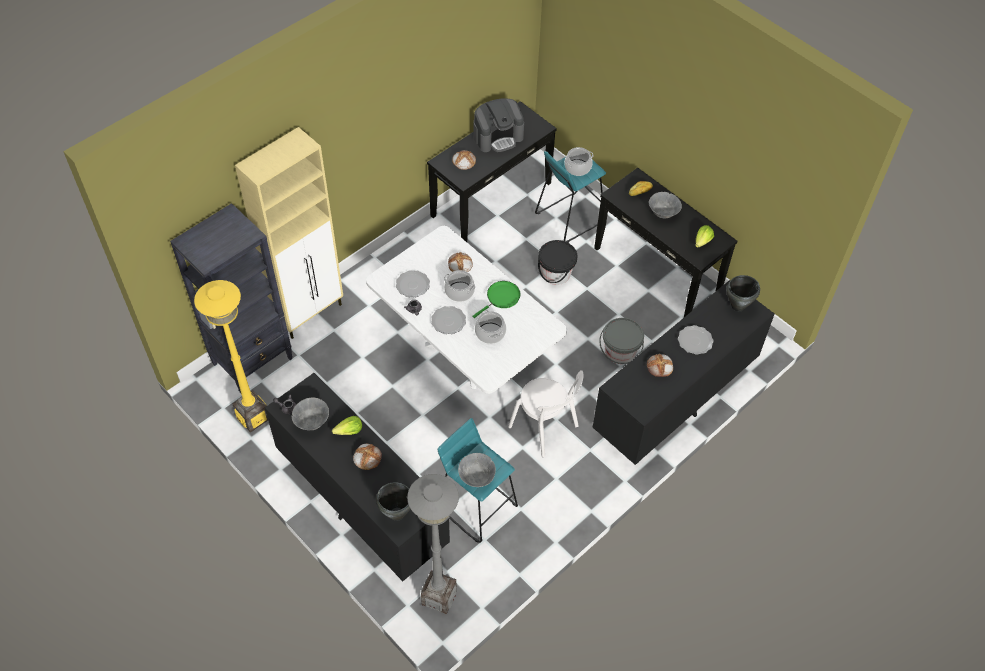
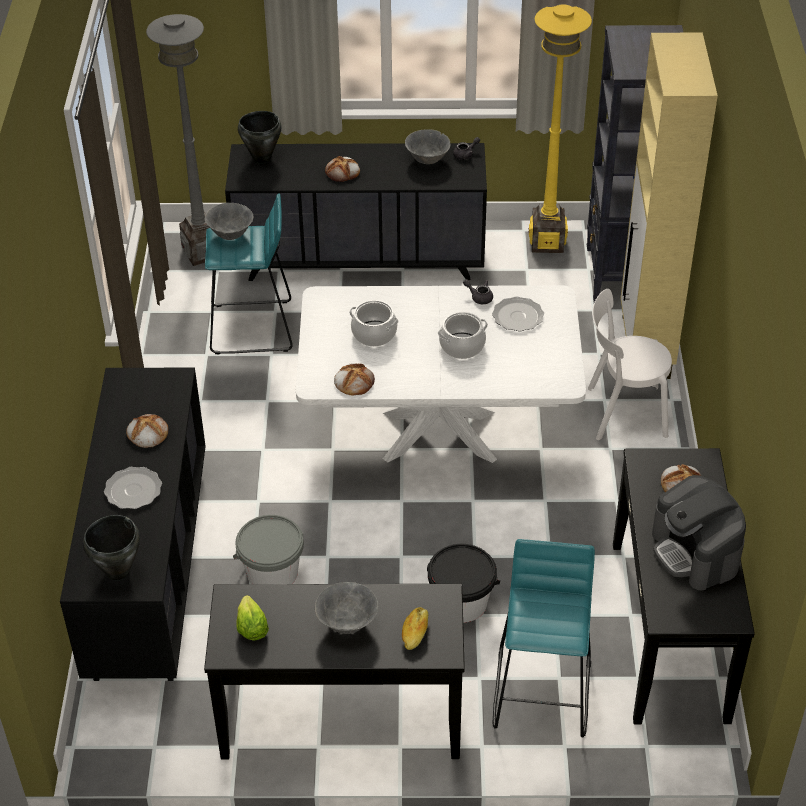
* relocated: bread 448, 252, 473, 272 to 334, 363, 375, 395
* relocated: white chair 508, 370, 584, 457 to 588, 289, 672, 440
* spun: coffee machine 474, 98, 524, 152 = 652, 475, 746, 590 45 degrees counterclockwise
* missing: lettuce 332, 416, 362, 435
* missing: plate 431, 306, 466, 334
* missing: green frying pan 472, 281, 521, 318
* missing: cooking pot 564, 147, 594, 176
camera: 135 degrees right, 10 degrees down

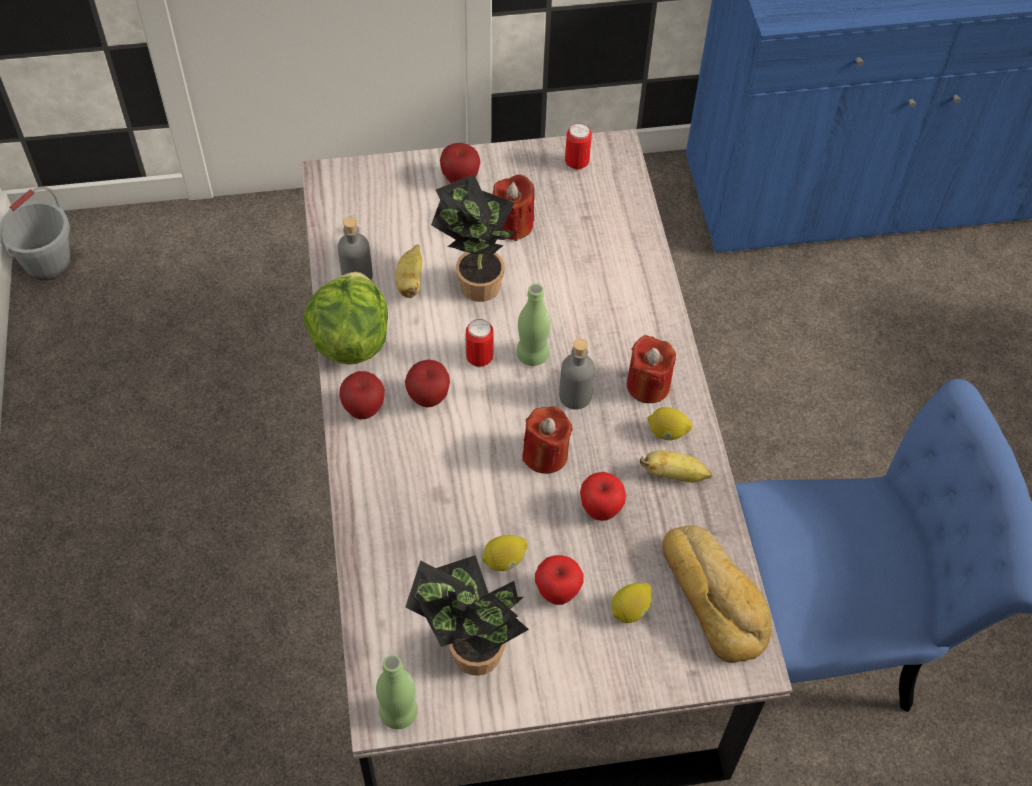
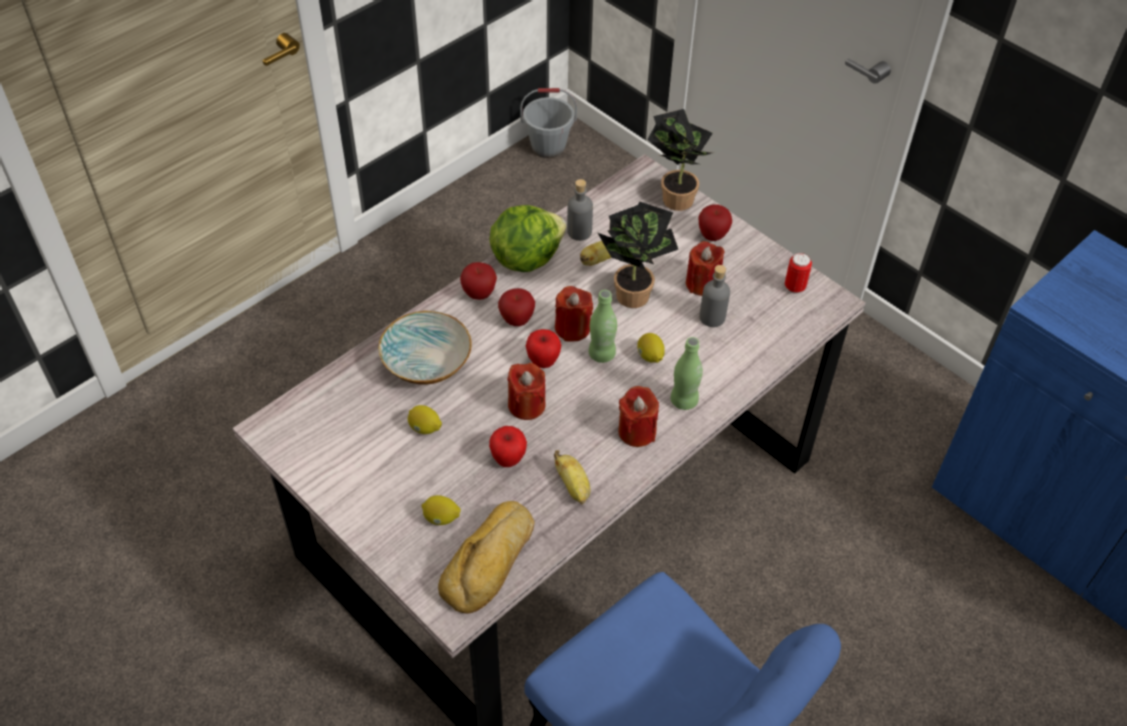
* appeared: bowl 378, 311, 472, 385
* relocated: apple 535, 555, 584, 605 to 526, 329, 561, 368
* exchanged: can 465, 319, 494, 367 to red candle 555, 286, 593, 342
* relocated: lemon 648, 407, 693, 440 to 637, 333, 665, 363
* relocated: potted plant 405, 555, 529, 676 to 647, 109, 714, 211
* relocated: green bottle 376, 655, 418, 729 to 670, 337, 703, 410
* relocated: grey bottle 559, 338, 595, 410 to 699, 265, 730, 327
camera: 55 degrees right, 5 degrees down

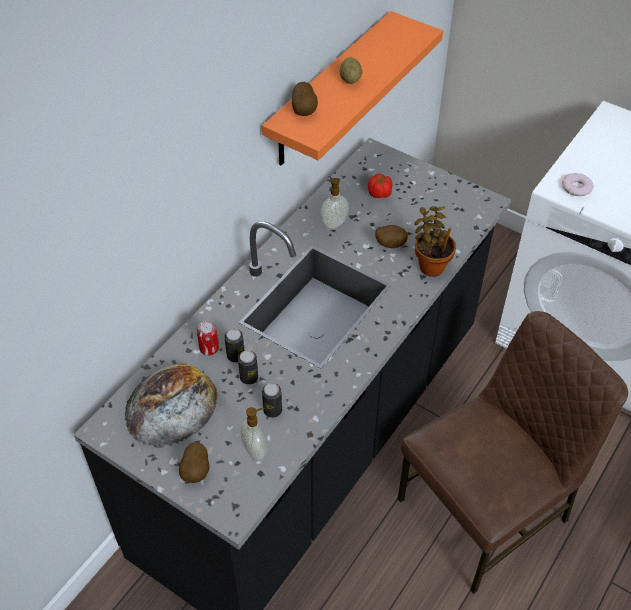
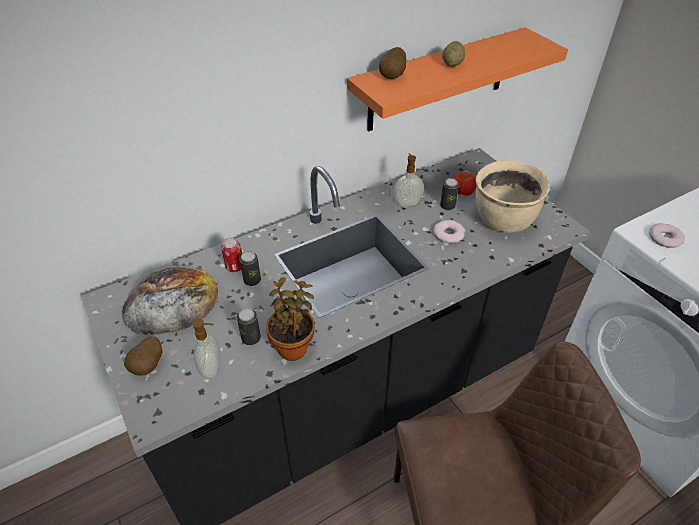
* relocated: potted plant 414, 206, 456, 277 to 266, 277, 315, 361
* exchanged: potato 375, 225, 408, 248 to donut 433, 220, 465, 243
* relocated: can 238, 350, 258, 385 to 440, 178, 459, 210
* appeared: beige cooking pot 476, 160, 550, 233
camera: 25 degrees right, 5 degrees down

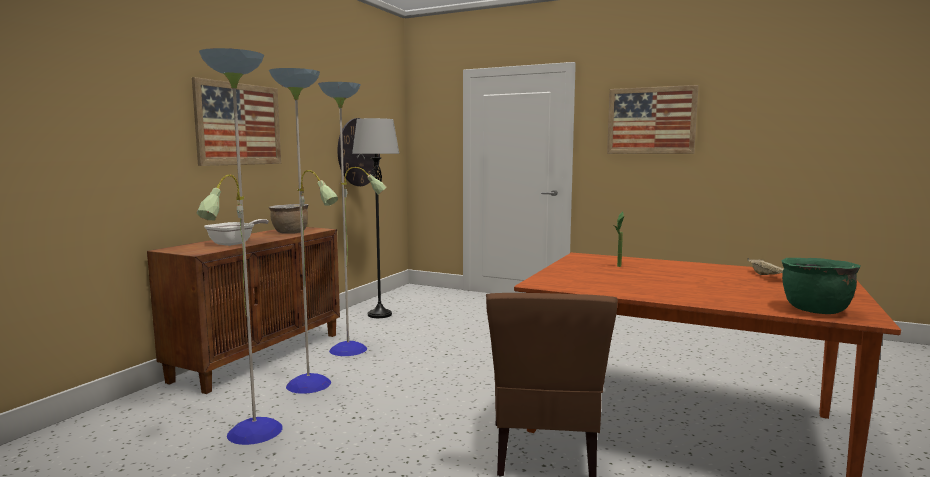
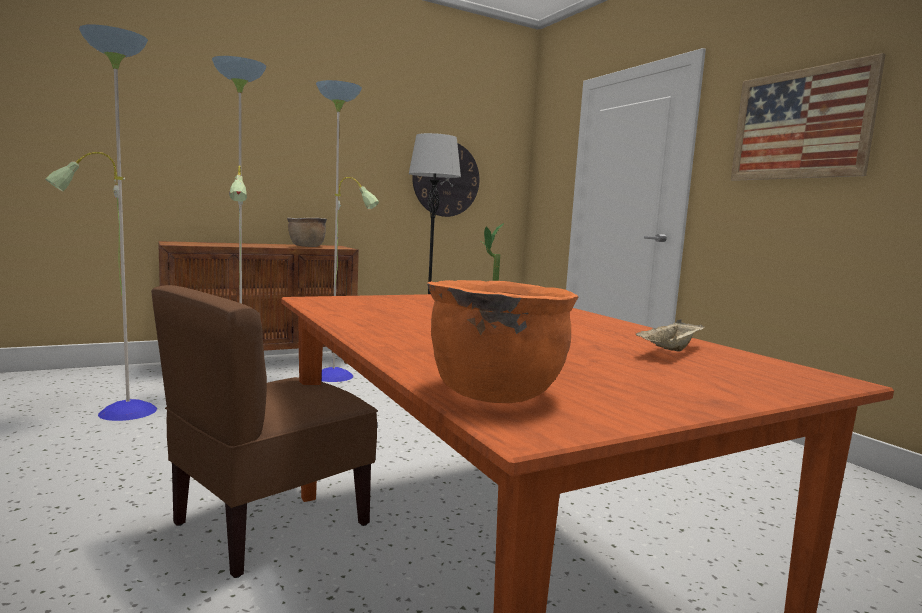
* colour: green cooking pot 782, 258, 861, 314 to orange cooking pot 427, 280, 578, 403
* missing: picture 192, 77, 281, 166
* missing: frying pan 204, 219, 269, 246
camera: 35 degrees right, 0 degrees up

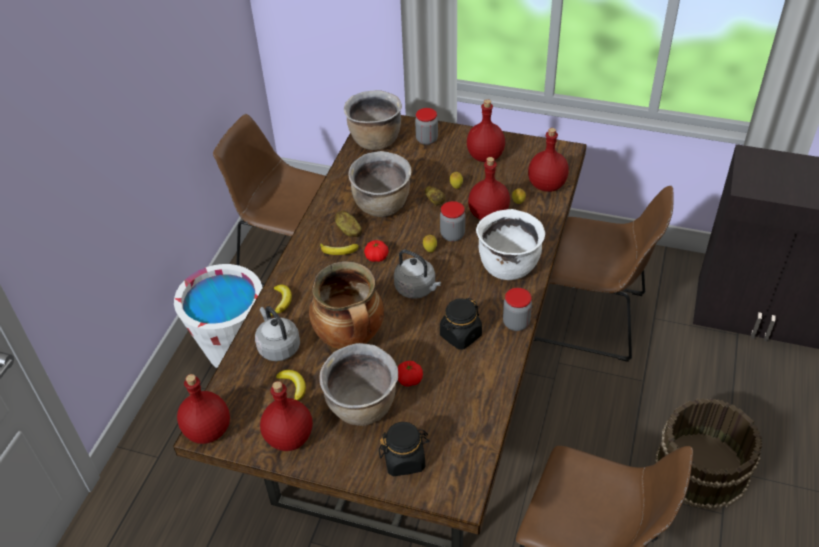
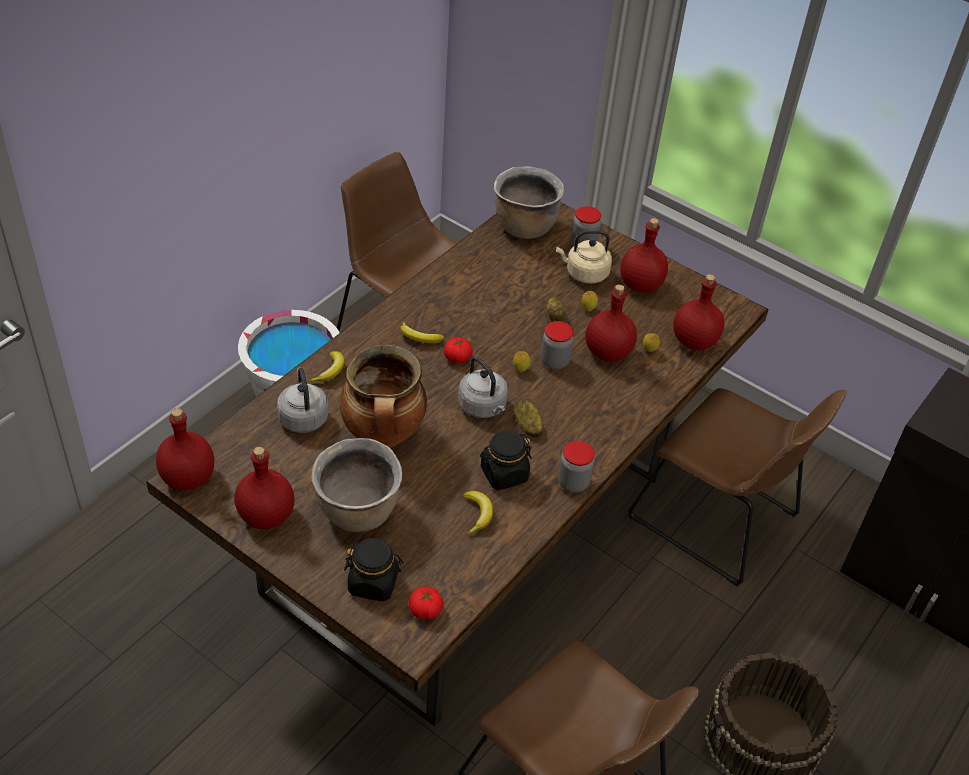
* relocated: tomato 398, 361, 423, 387 to 409, 587, 443, 620
* relocated: banana 276, 370, 306, 401 to 464, 491, 493, 534
* relocated: potato 335, 210, 362, 237 to 514, 399, 543, 437
* appeared: beige kettle 556, 230, 612, 284
* missing: brown cooking pot 348, 151, 412, 217
* missing: white cooking pot 476, 209, 545, 280
camera: 15 degrees right, 0 degrees up

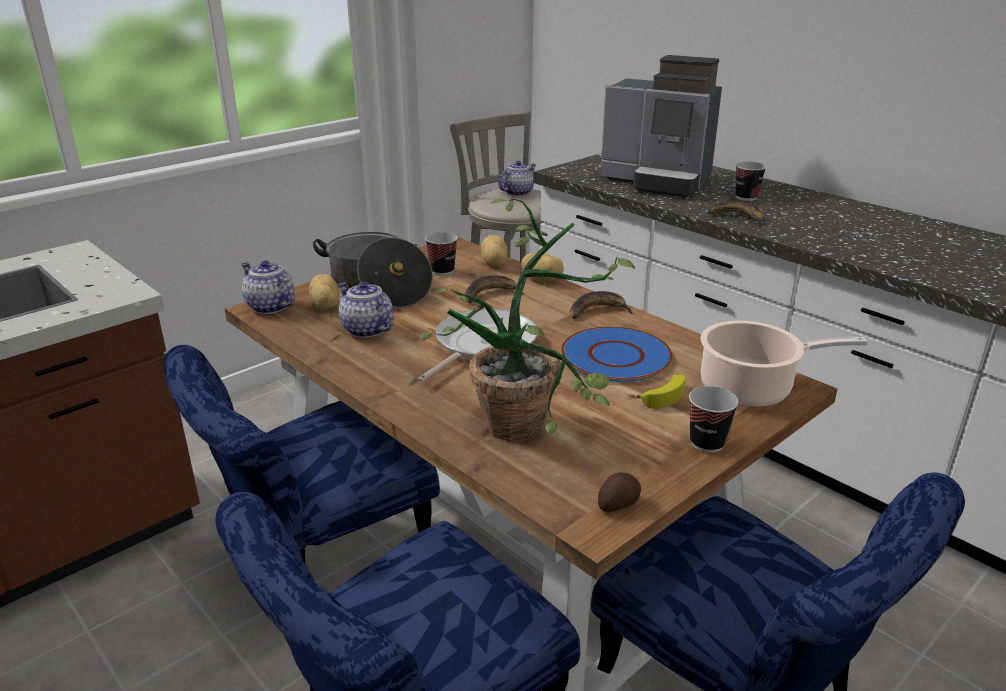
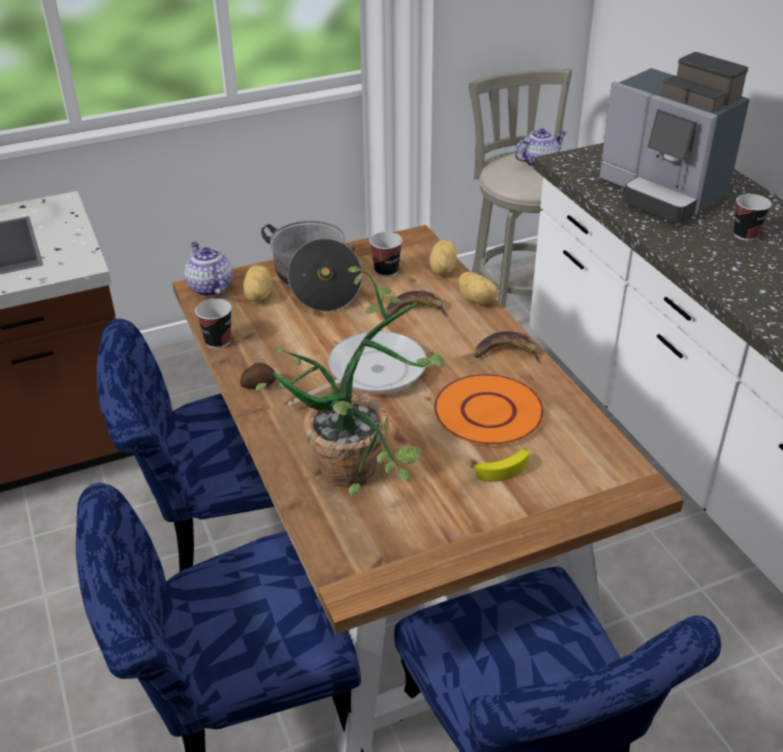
* relocated: cup 689, 386, 739, 453 to 195, 299, 232, 349
* relocated: potato 598, 472, 641, 512 to 240, 363, 276, 389
* colour: blue plate 561, 326, 673, 382 to orange plate 434, 374, 544, 446
* missing: teapot 338, 281, 394, 338
* missing: cooking pot 700, 320, 868, 407
* missing: banana 708, 201, 764, 227
camera: 20 degrees right, 10 degrees up

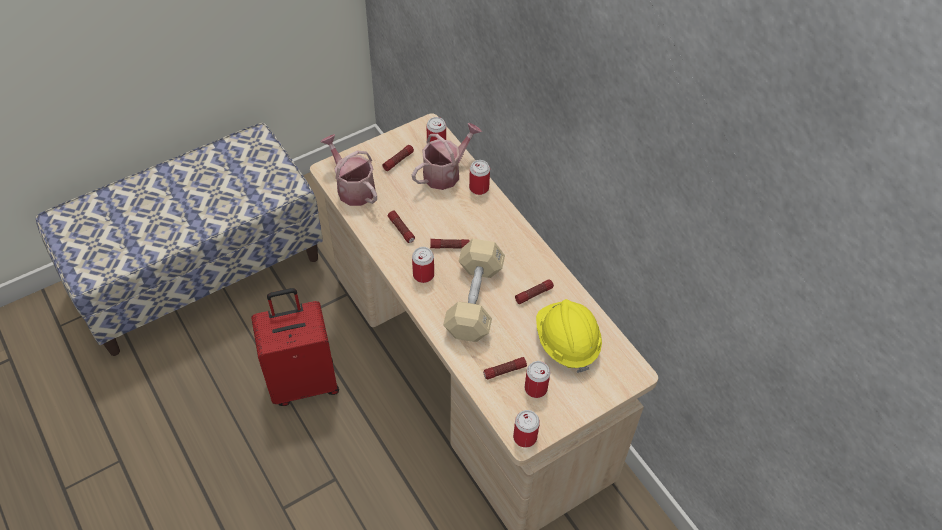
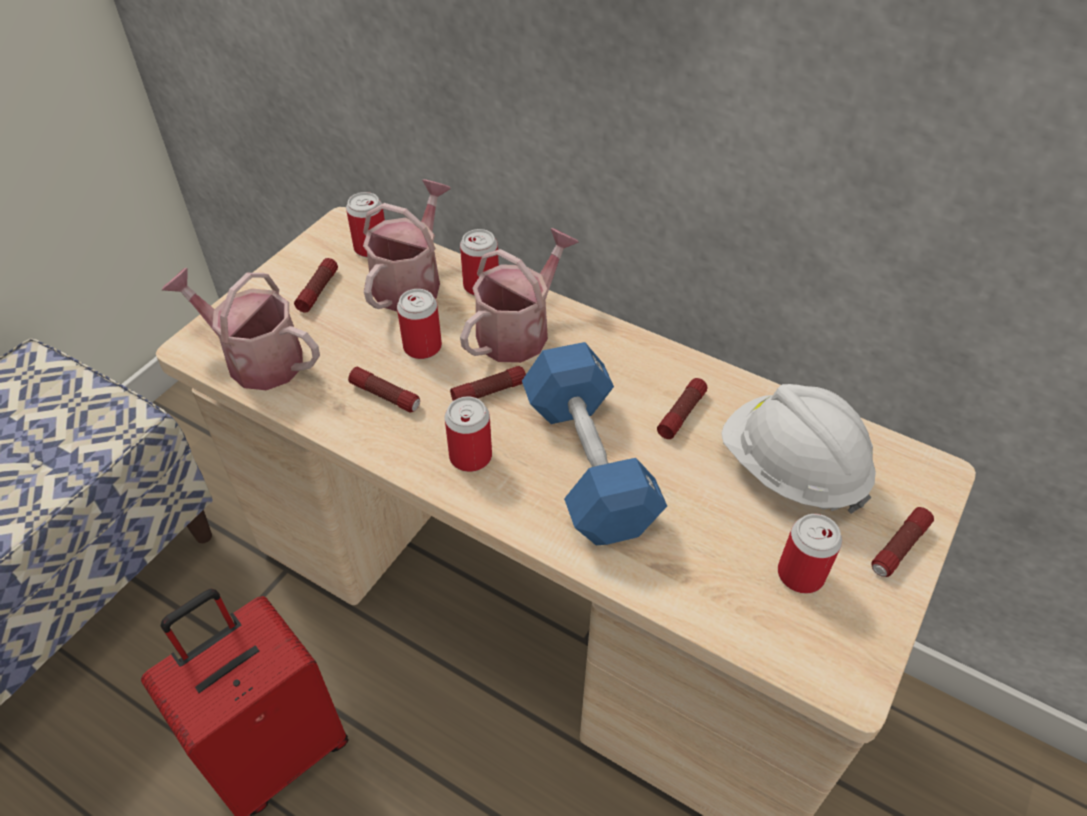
* relocated: can 513, 410, 540, 448 to 397, 289, 442, 359
* appeared: watering can 460, 228, 579, 363
* colour: beige dumbbell 443, 239, 505, 342 to blue dumbbell 522, 342, 667, 545
* colour: yellow hard hat 536, 299, 602, 373 to white hard hat 721, 384, 876, 514
* relocated: flashlight 483, 357, 527, 380 to 871, 507, 934, 577
camera: 25 degrees left, 5 degrees down

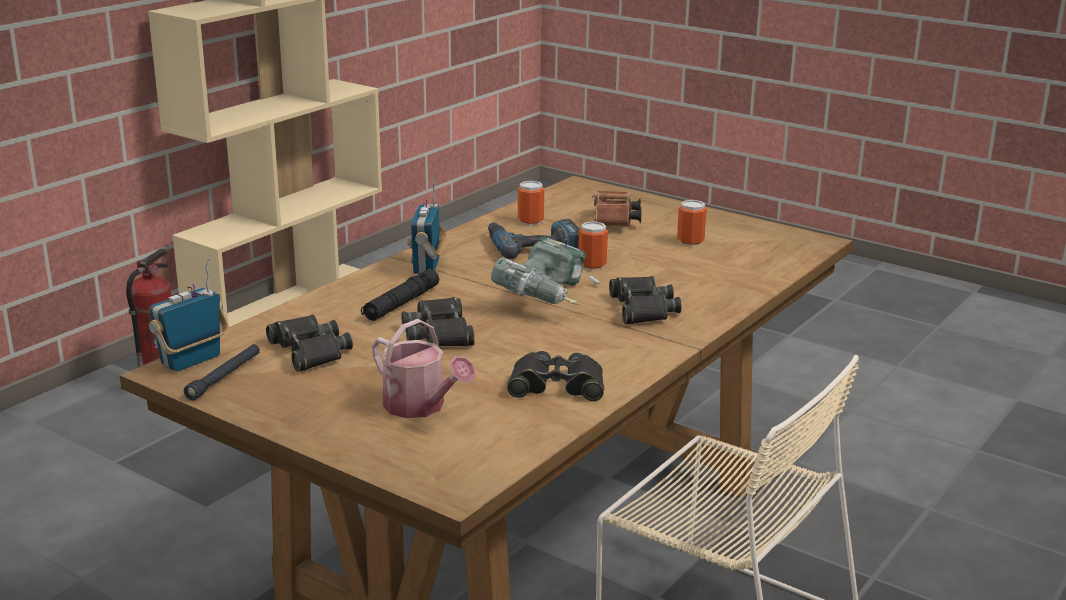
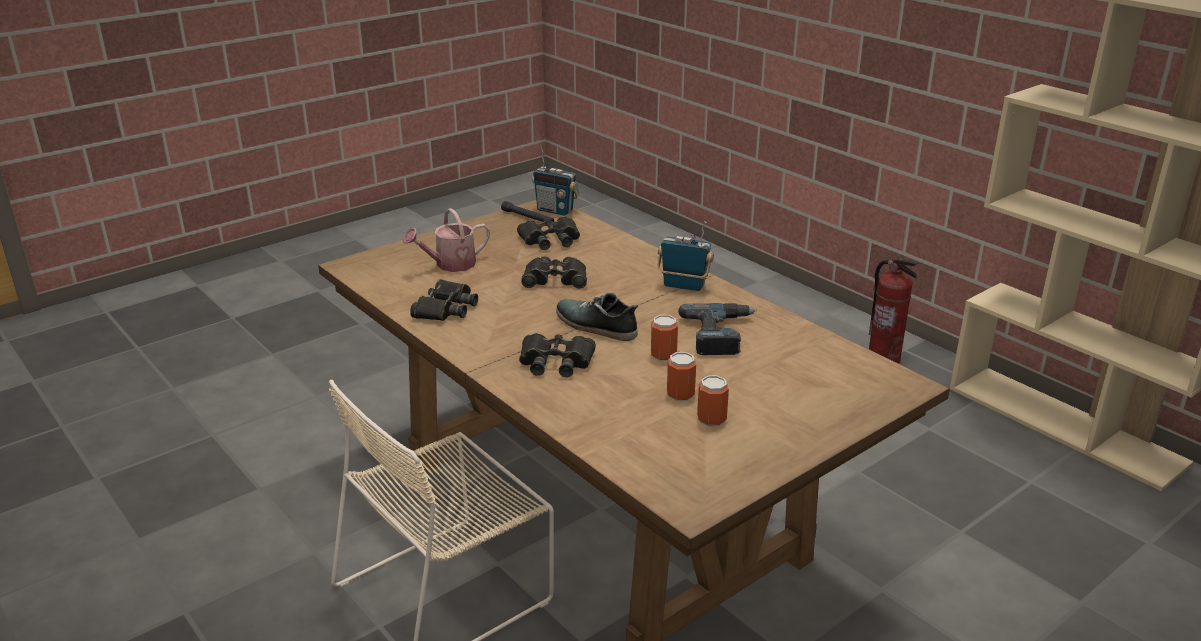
* spun: radio 149, 258, 229, 372 = 532, 146, 579, 216 150 degrees clockwise
* exchanged: power drill 491, 237, 600, 304 to shoe 556, 293, 638, 341
* relocated: can 518, 181, 544, 225 to 667, 352, 696, 401
* missing: black flashlight 361, 269, 440, 321
* missing: brown binoculars 592, 190, 641, 227
camera: 105 degrees right, 5 degrees up

